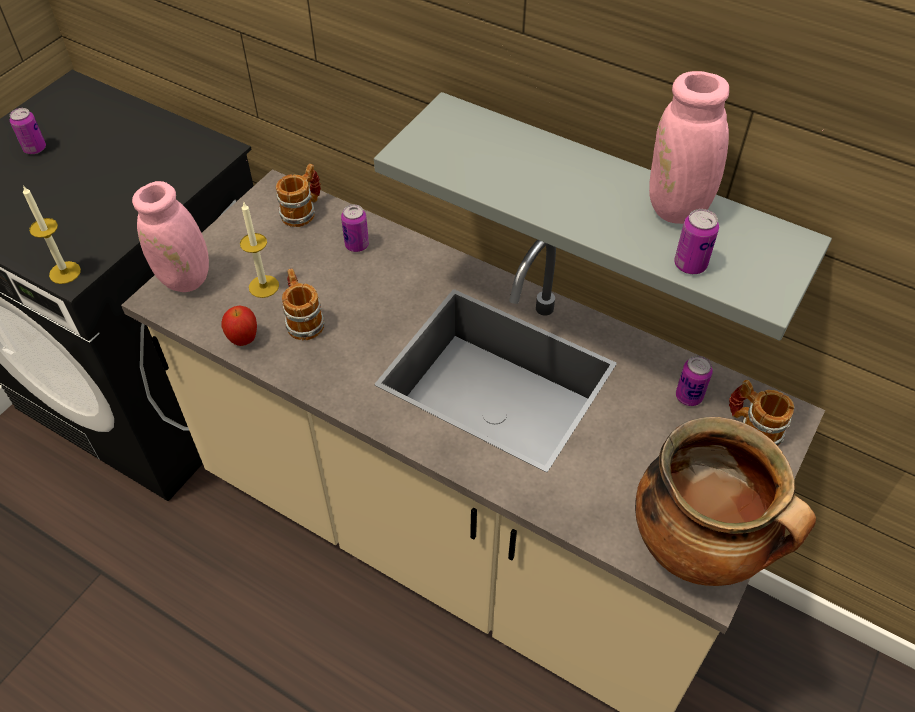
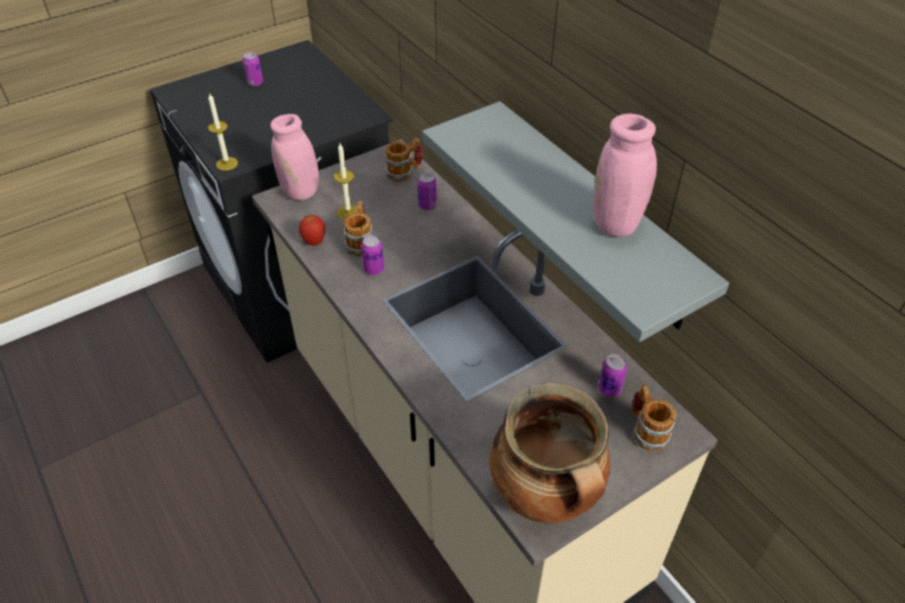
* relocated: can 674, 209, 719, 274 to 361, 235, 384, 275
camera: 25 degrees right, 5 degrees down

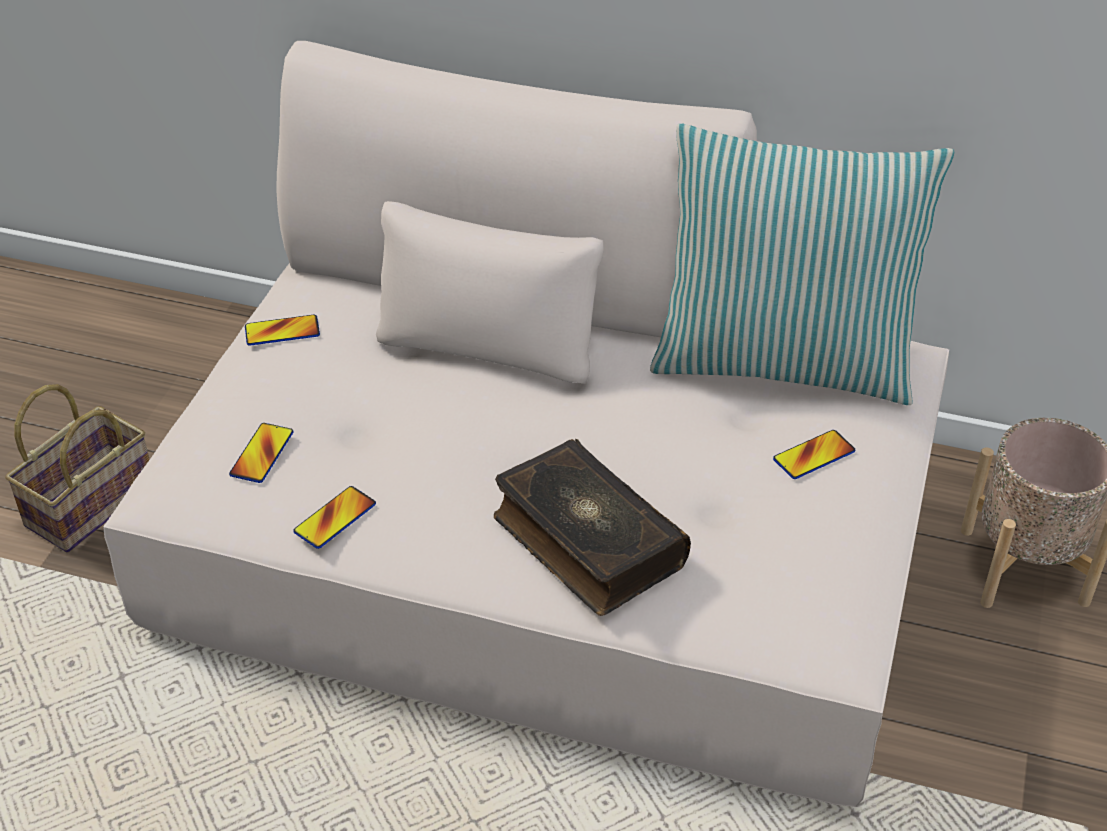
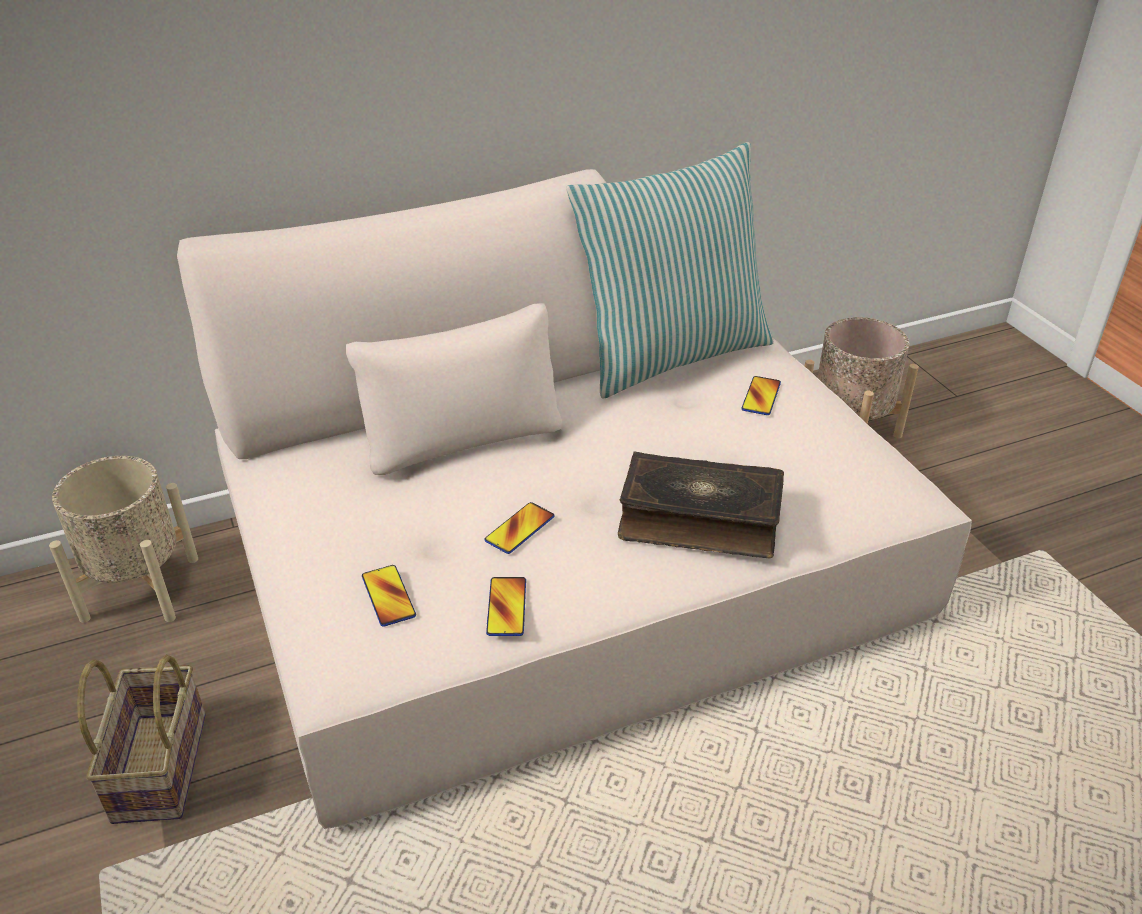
* appeared: beige planter 49, 456, 198, 623
* relocated: phone 245, 315, 320, 346 to 484, 502, 554, 554
camera: 40 degrees left, 5 degrees down

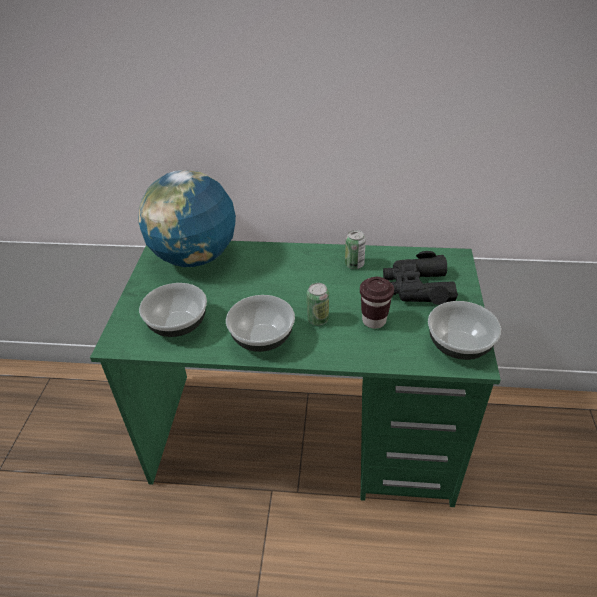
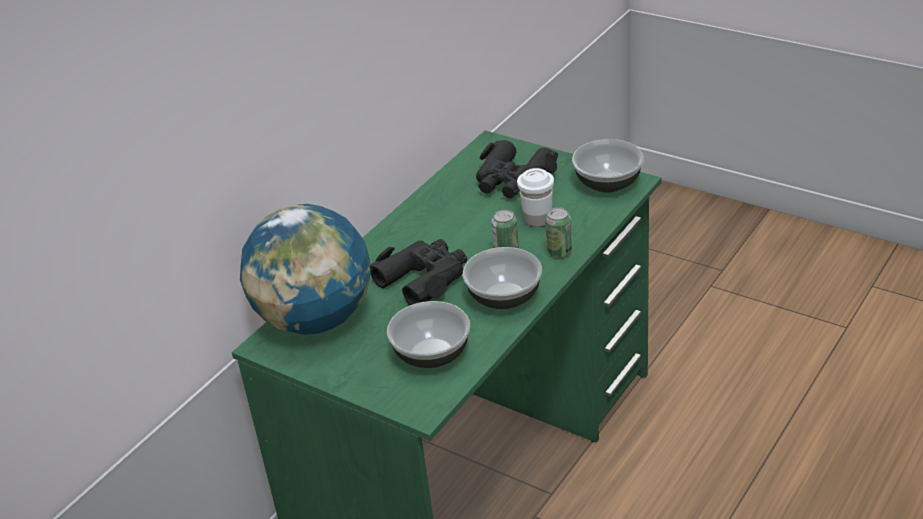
* appeared: black binoculars 370, 239, 467, 305
* colour: brown cup 360, 277, 394, 329 to white cup 517, 168, 554, 227
* relocated: can 345, 230, 366, 269 to 545, 207, 572, 258
camera: 60 degrees left, 5 degrees down

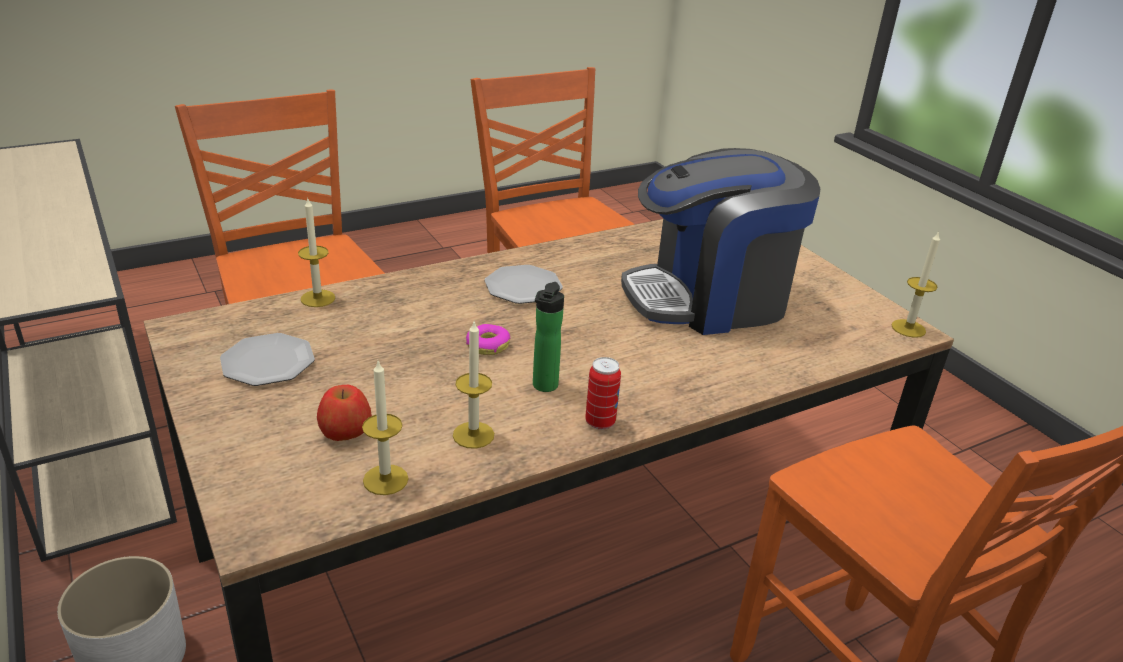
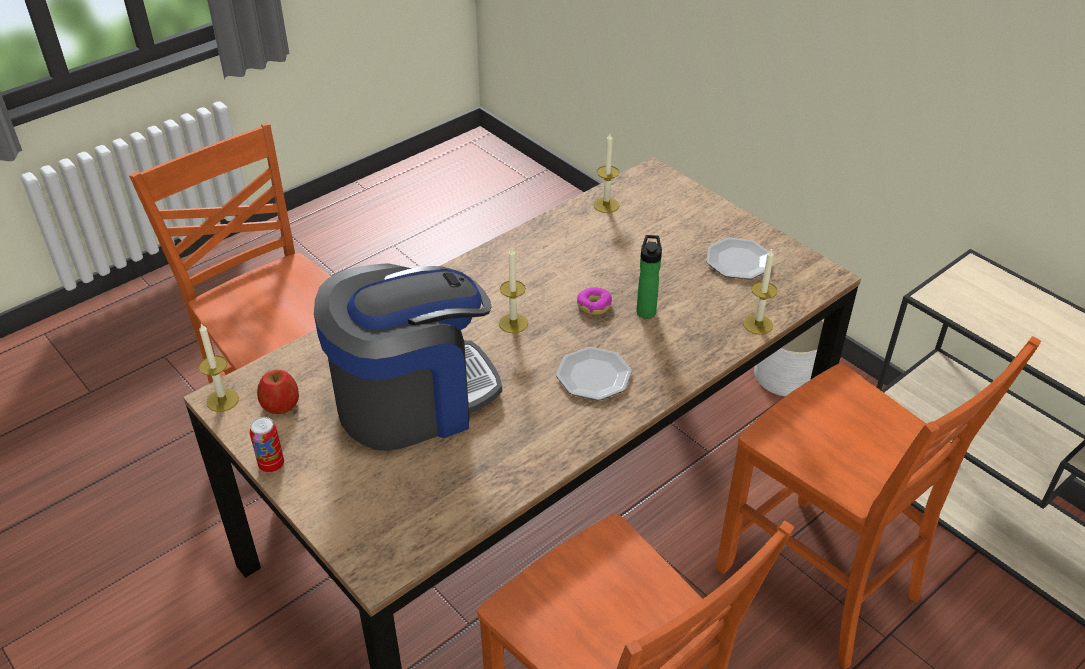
* relocated: can 585, 357, 621, 430 to 250, 417, 284, 473
* relocated: apple 317, 385, 372, 441 to 257, 370, 299, 414
* relocated: candle 453, 322, 494, 449 to 499, 248, 528, 333
* relocated: bottle 533, 282, 564, 392 to 636, 235, 662, 319
camera: 170 degrees right, 10 degrees up

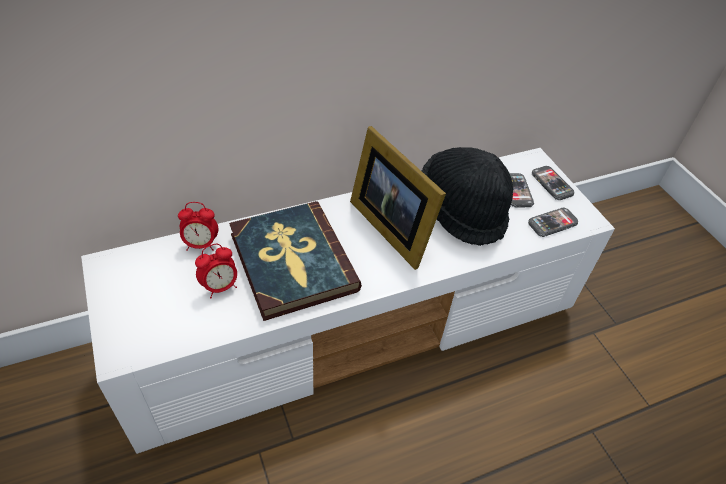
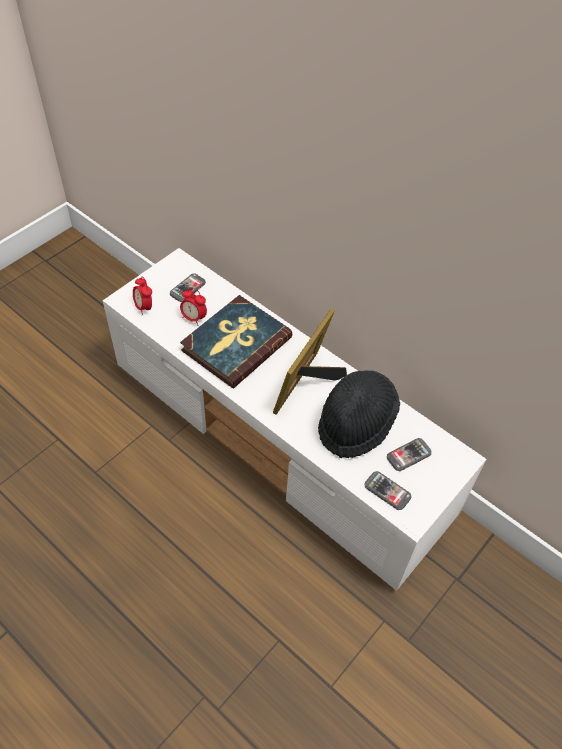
* relocated: alarm clock 178, 202, 218, 251 to 133, 277, 152, 316
* relocated: phone 532, 166, 574, 200 to 170, 274, 206, 302
camera: 65 degrees right, 5 degrees up

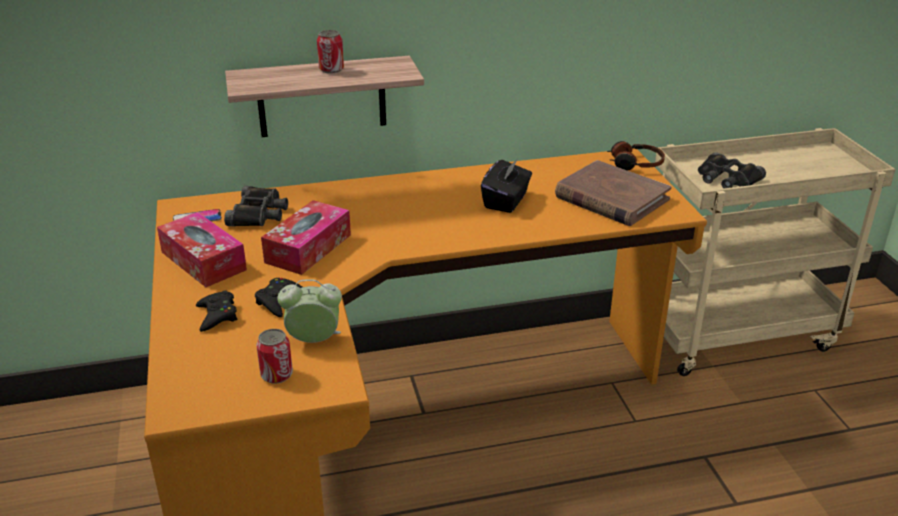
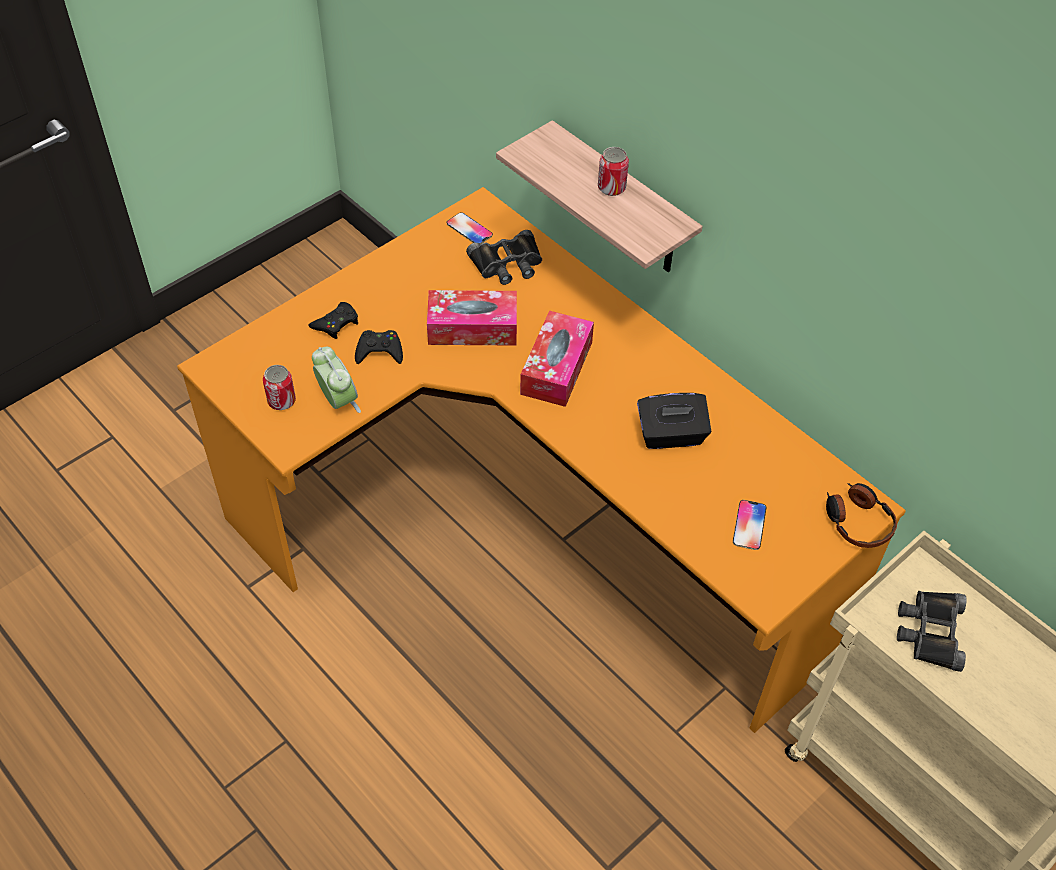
* relocated: tissue box 157, 212, 247, 287 to 520, 311, 594, 407
* exchanged: brown book 555, 160, 672, 226 to phone 733, 500, 766, 550
camera: 60 degrees right, 20 degrees up

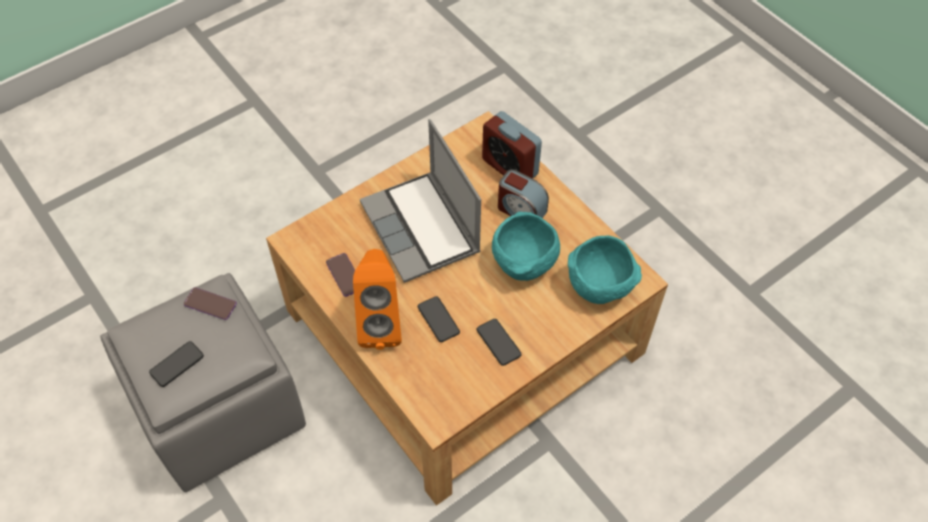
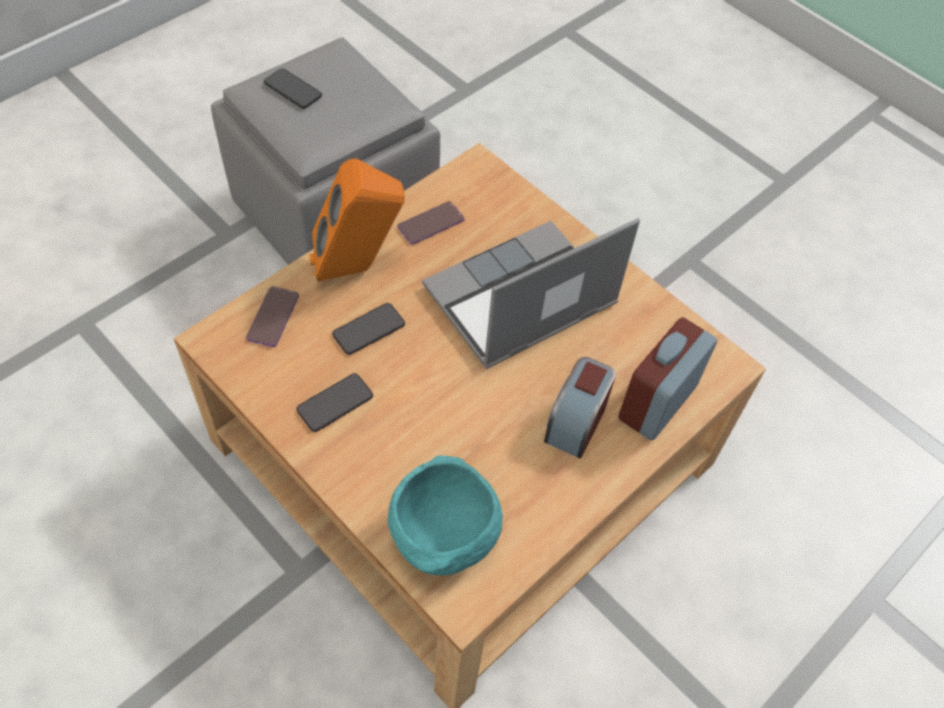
* relocated: phone 184, 287, 237, 320 to 246, 286, 299, 347
* missing: turquoise bowl 492, 212, 560, 281
camera: 80 degrees right, 0 degrees up

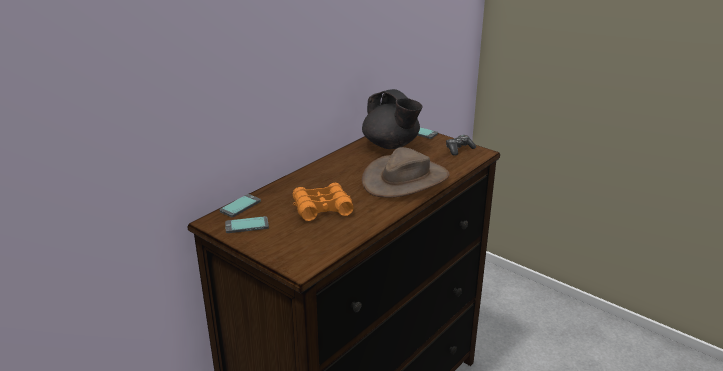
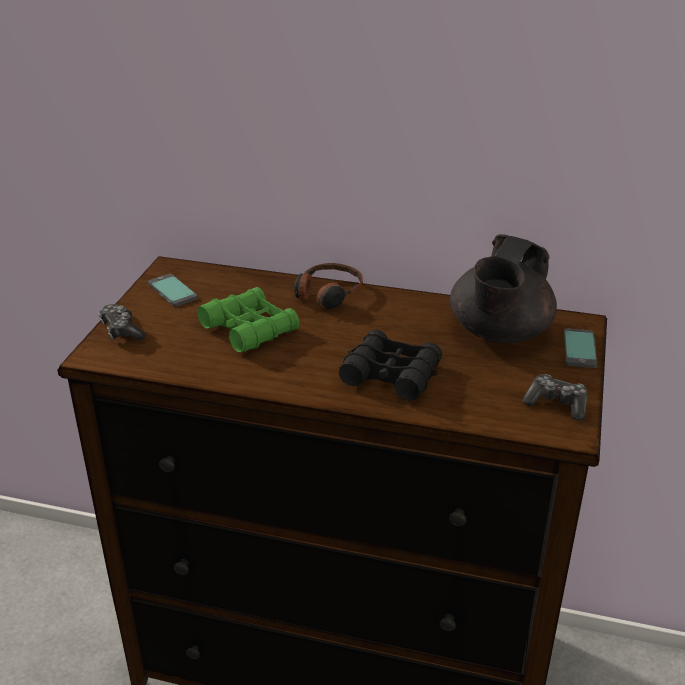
* appeared: game controller 98, 304, 146, 340
* colour: orange binoculars 293, 183, 354, 221 to green binoculars 197, 287, 299, 352
* appeared: headphones 294, 263, 363, 309
* exchanged: brown hat 362, 147, 449, 198 to black binoculars 339, 330, 442, 401
* missing: phone 220, 194, 261, 217
camera: 65 degrees right, 5 degrees up

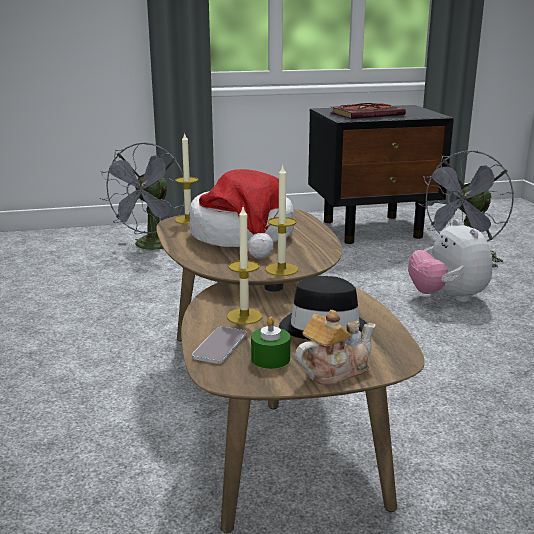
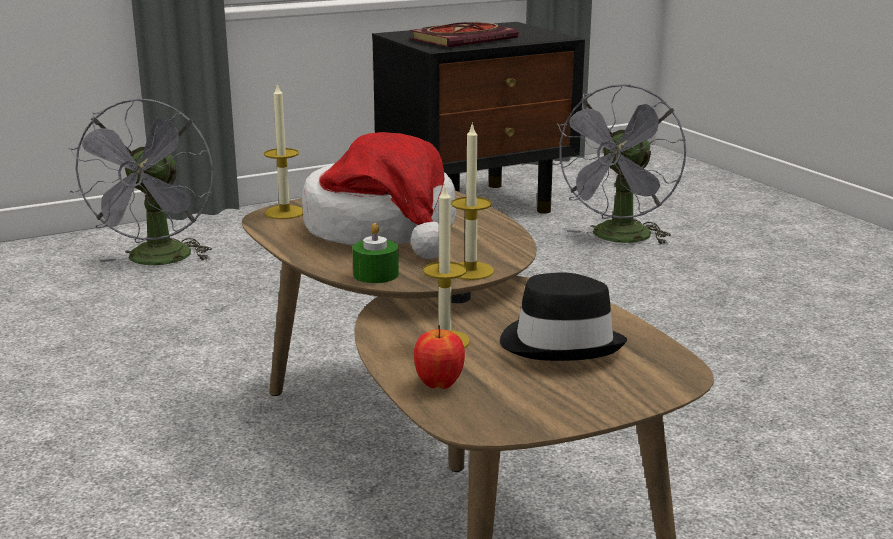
* relocated: green candle 251, 317, 290, 369 to 352, 223, 399, 283
* exchanged: phone 192, 326, 247, 364 to apple 414, 325, 465, 389
* missing: teapot 295, 310, 375, 385
* missing: plush toy 408, 219, 493, 302
camera: 15 degrees left, 0 degrees up

